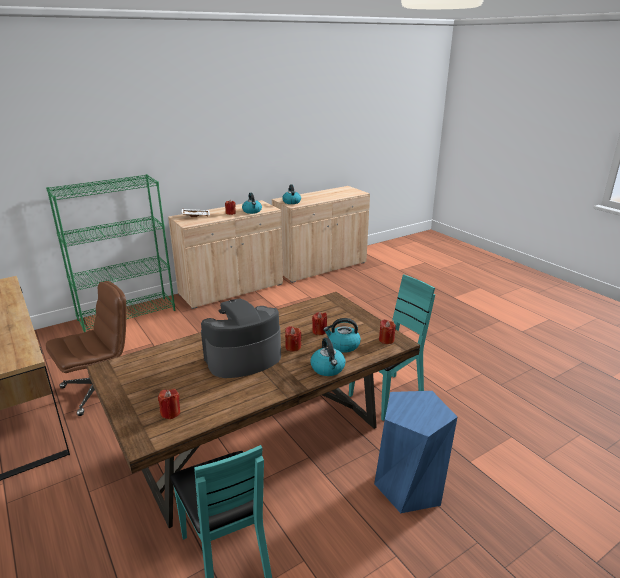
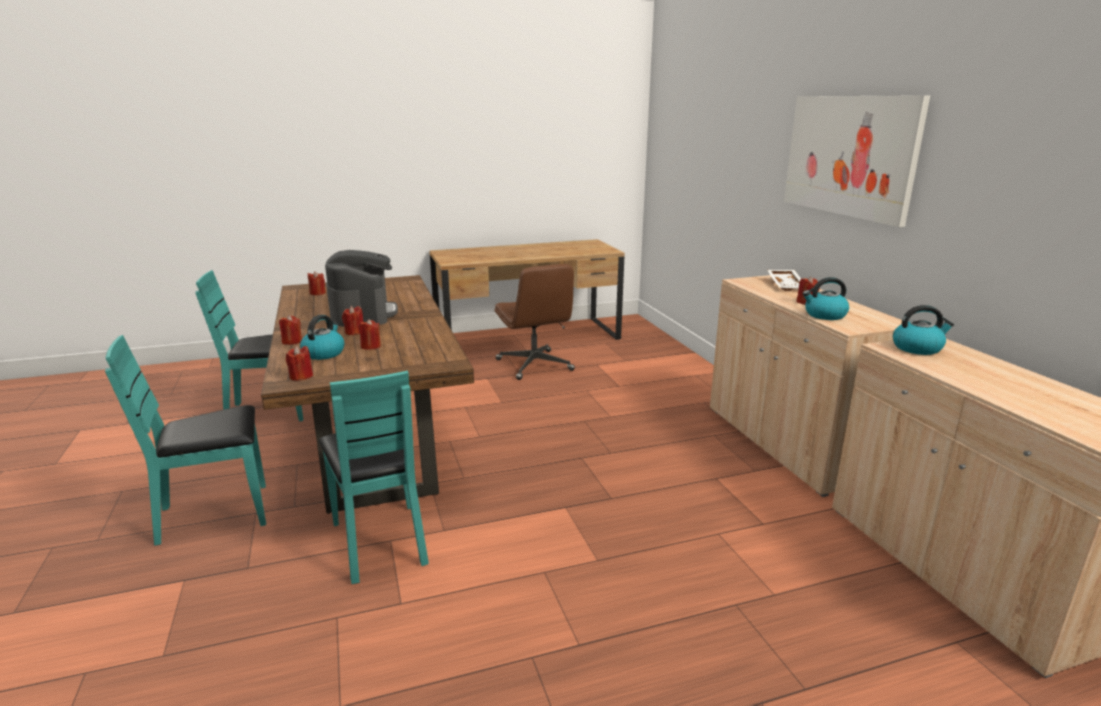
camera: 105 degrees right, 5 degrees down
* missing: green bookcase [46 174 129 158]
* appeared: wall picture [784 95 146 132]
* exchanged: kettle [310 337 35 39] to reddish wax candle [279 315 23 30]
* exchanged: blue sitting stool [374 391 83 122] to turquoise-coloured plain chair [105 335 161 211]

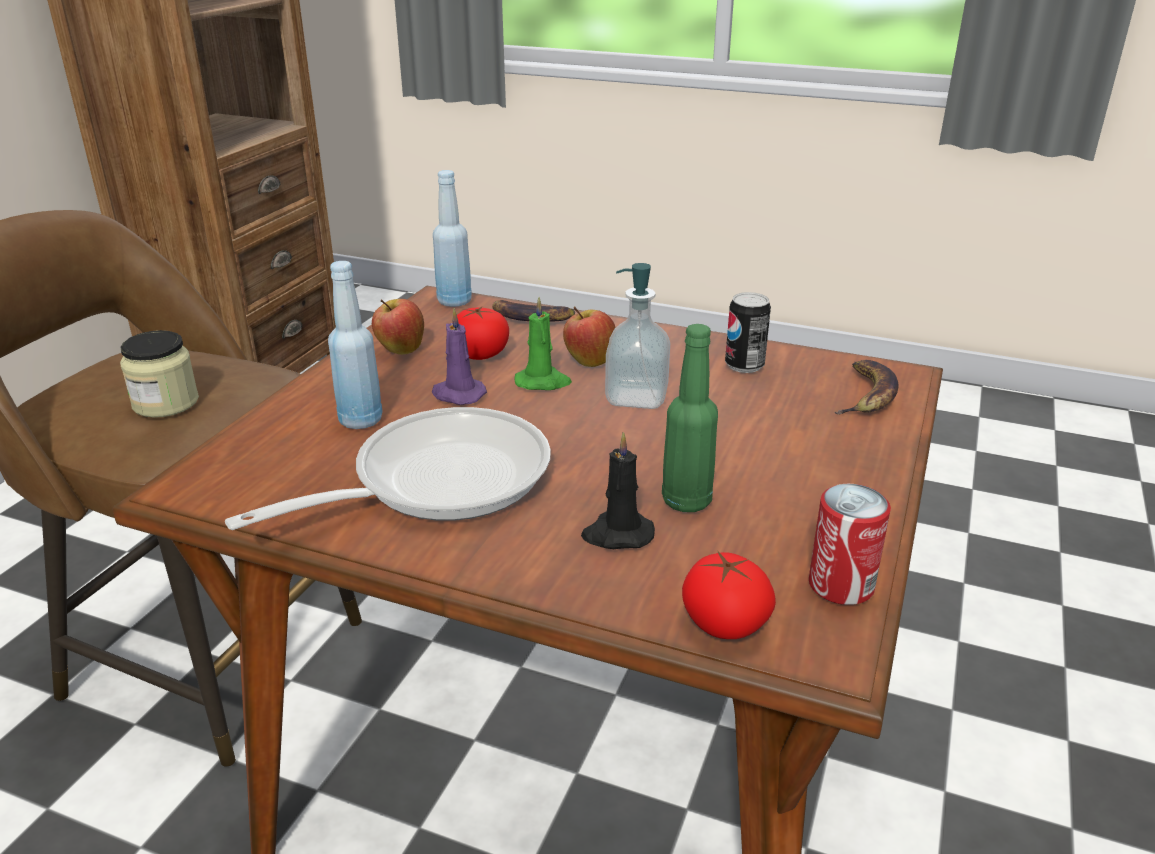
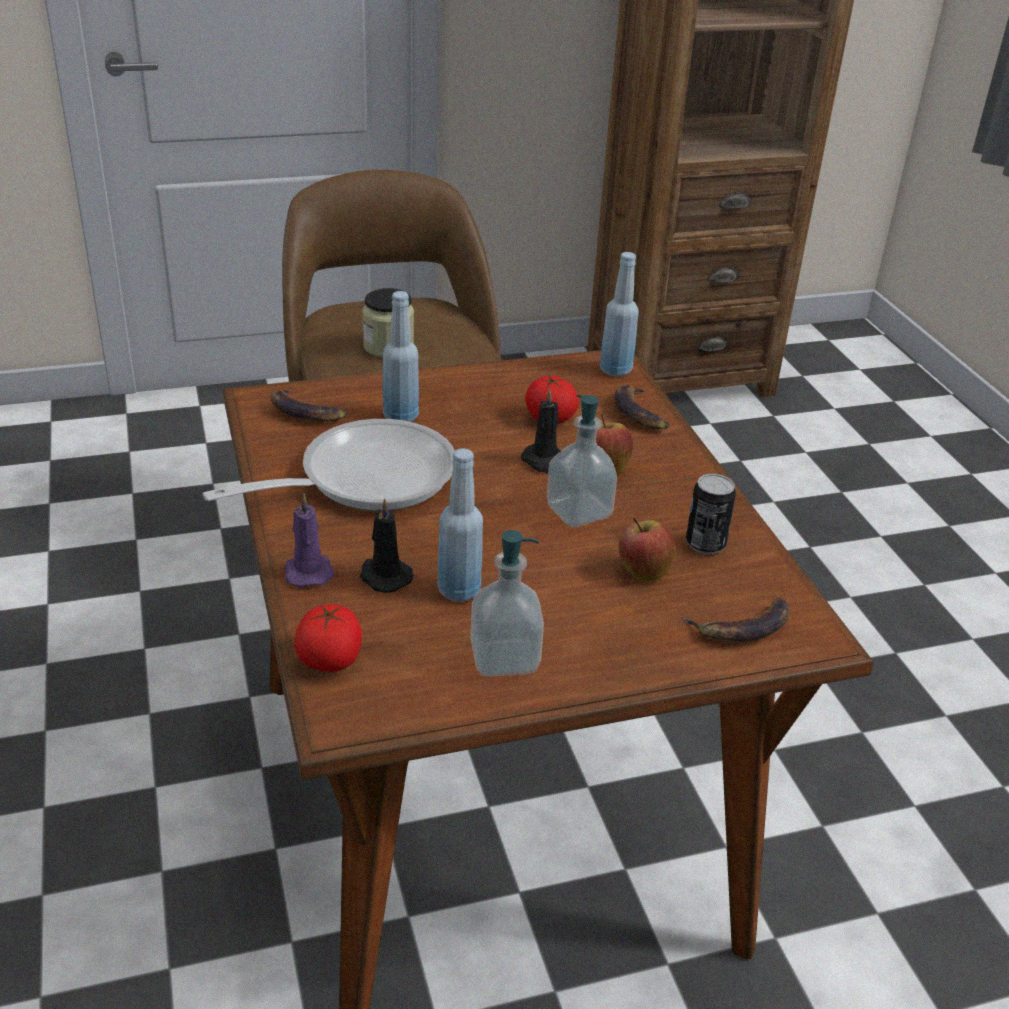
camera: 50 degrees right, 5 degrees up
* missing: sealed can [809 484 82 121]
* appeared: whole banana [270 387 77 35]
* appeared: liquid soap bottle [471 530 73 147]
* relocated: apple fruit [372 299 52 56] to [618 517 58 65]
* relocated: purplish wax candle [432 308 55 97] to [285 493 50 95]
* colour: green wax candle [515 297 57 93] to black-coloured wax candle [521 388 40 85]
* colour: green beverage bottle [662 324 56 188] to blue beverage bottle [437 448 46 154]
* spun: frying pan [225 407 326 123] = [203 419 252 92] 45 degrees counterclockwise

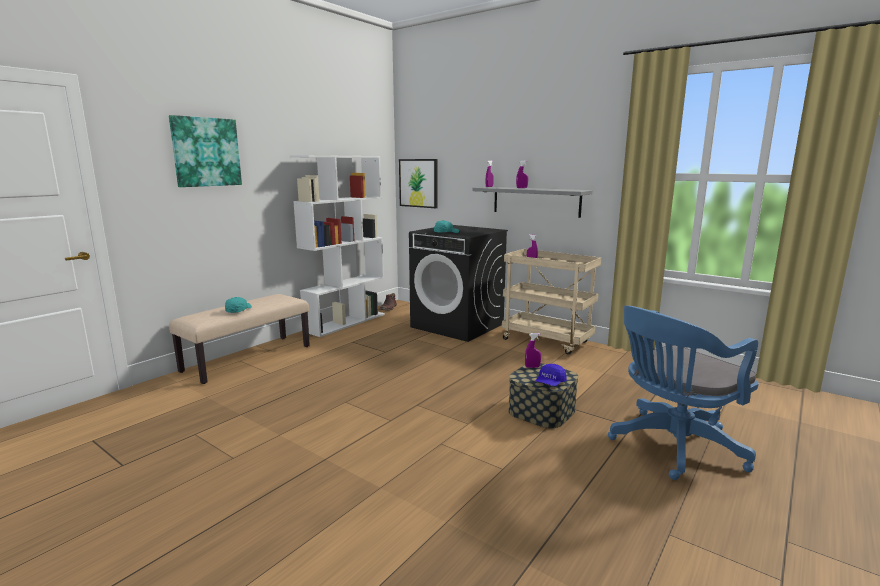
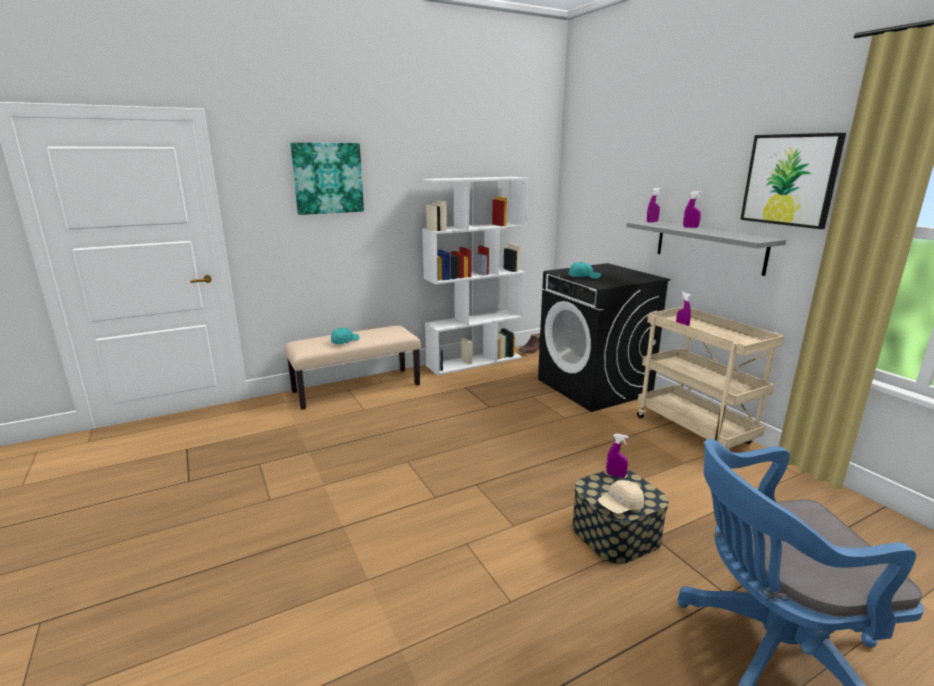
camera: 25 degrees right, 5 degrees up
* relocated: wall picture [399 159 39 49] to [740 133 106 96]
* colour: blue cap [536 364 31 22] to beige-coloured cap [598 480 46 34]

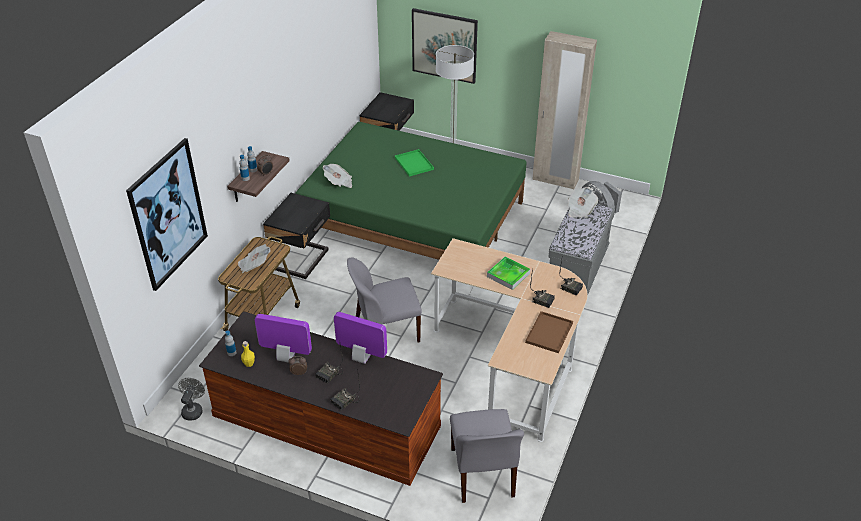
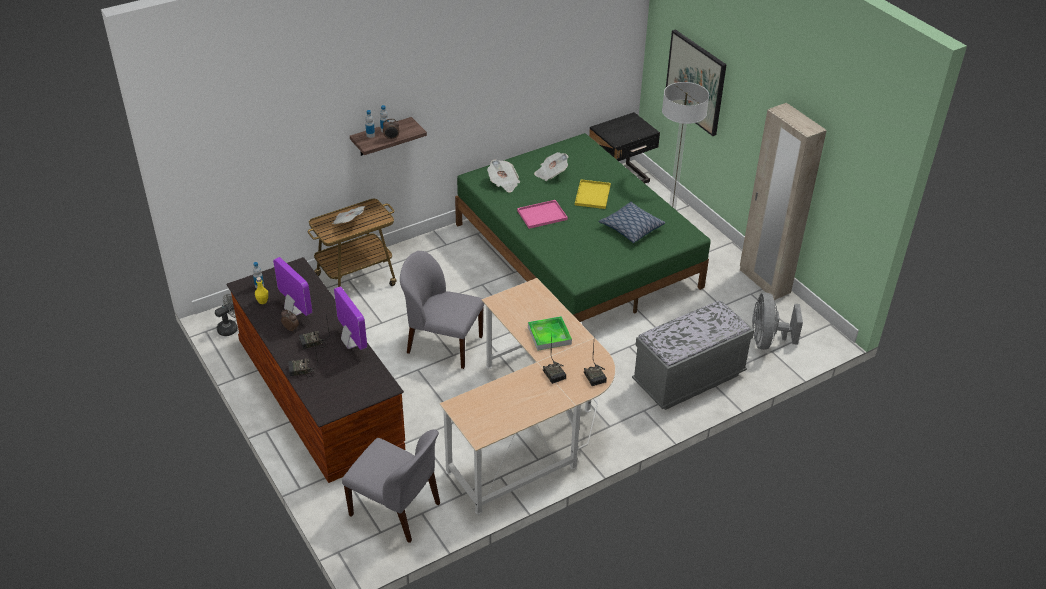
camera: 35 degrees right, 0 degrees up
* missing: wall picture [126 138 82 153]
* missing: black-coloured bedside table [263 193 67 86]
* missing: brown carrying tray [525 311 48 42]
* appeared: pink carrying tray [517 200 51 29]
* appeared: cushion [599 202 66 41]
* relocated: daily paper [567 187 31 31] to [534 152 35 29]
* colour: green carrying tray [395 149 39 27] to yellowish carrying tray [575 179 36 30]
* spun: grey plain chair [450 409 74 94] = [342 429 98 114] 90 degrees counterclockwise

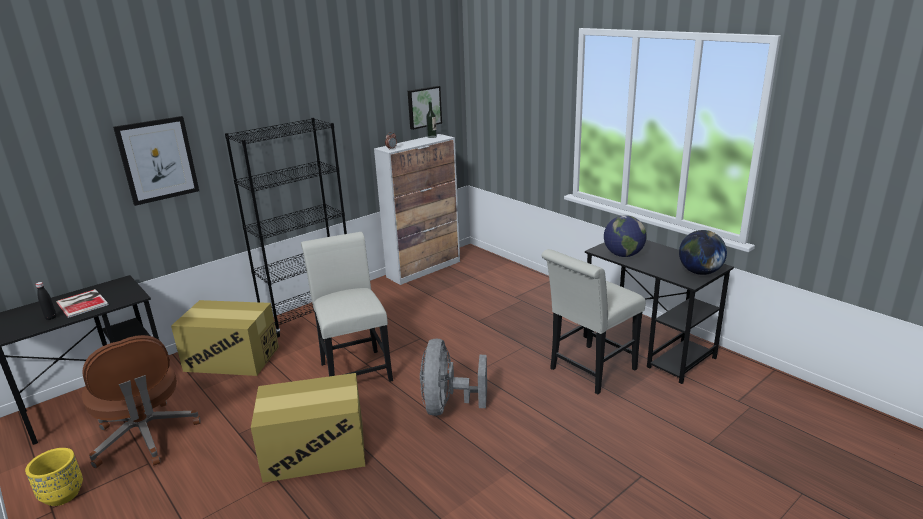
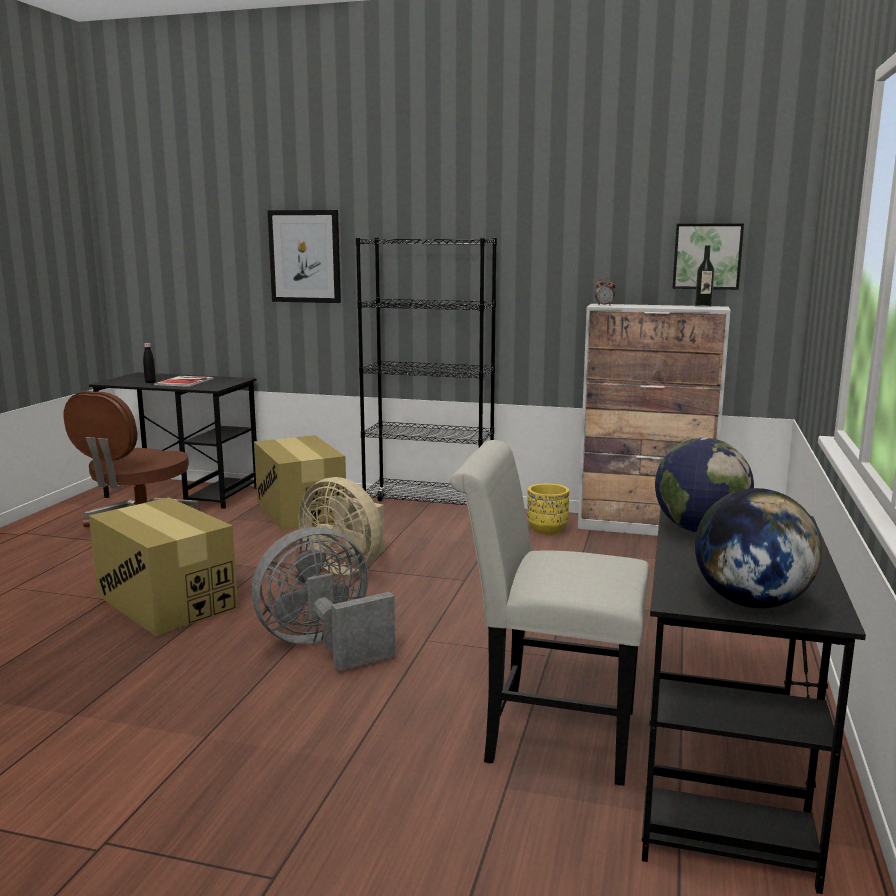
camera: 55 degrees right, 10 degrees down
* relocated: yellowish plant pot [25 448 58 58] to [527 483 42 52]
* exchanged: whitish plain chair [301 232 92 150] to beige-coloured electric fan [299 477 86 98]

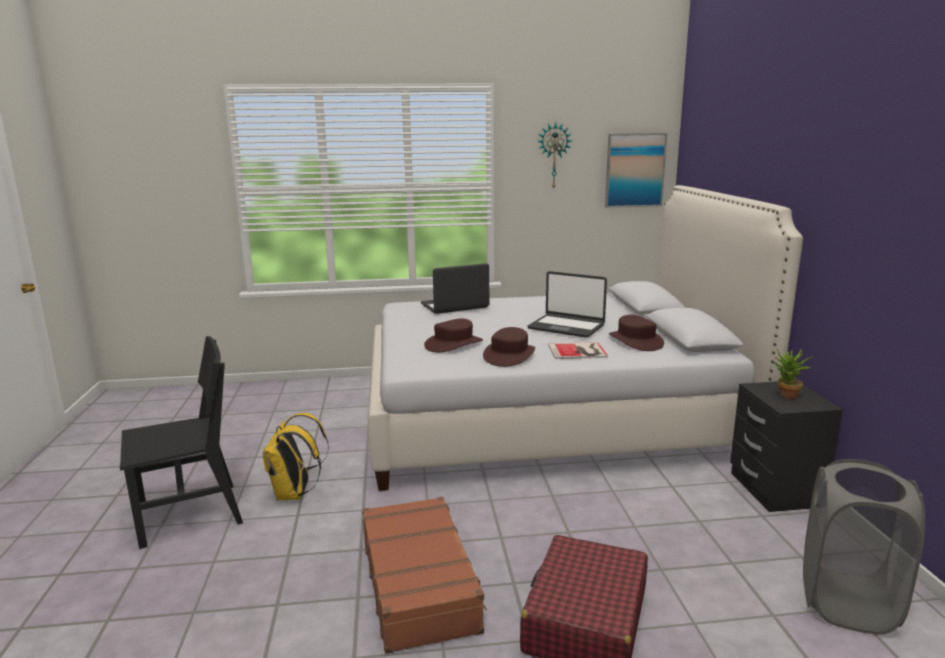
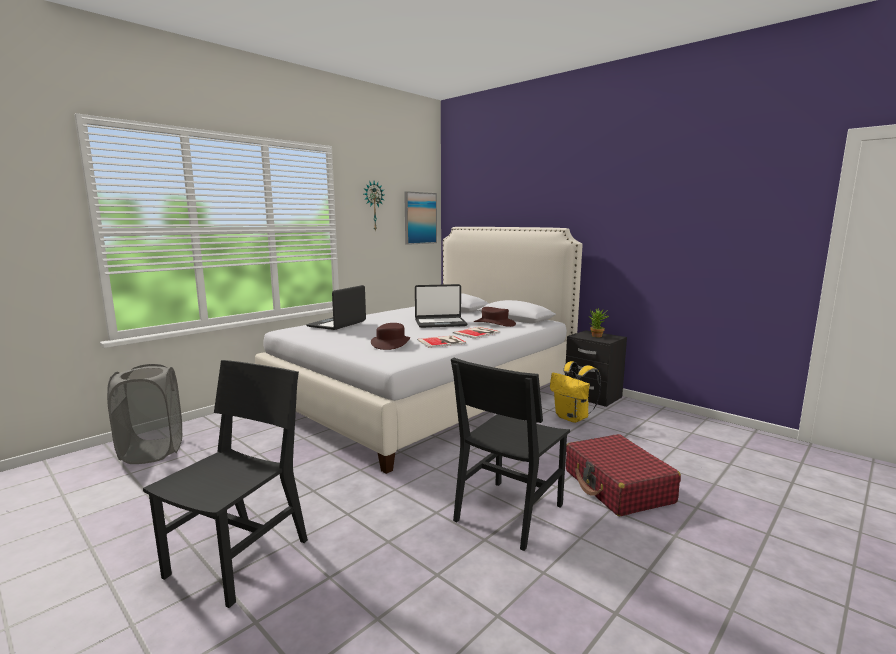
camera: 40 degrees left, 5 degrees down
* relocated: yellowish rucksack [263 413 66 87] to [550 361 51 62]
* relocated: grey laundry basket [803 459 122 176] to [107 364 75 100]
* exchanged: brown travel case [362 497 125 157] to black-coloured plain chair [451 358 119 193]
* exchanged: brown clothing hat [483 327 52 40] to volume [417 335 49 13]

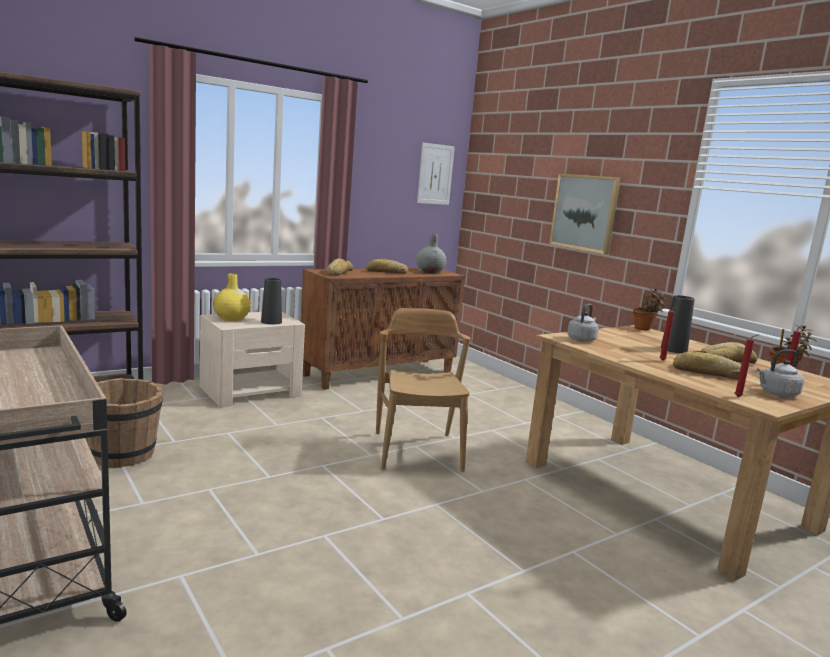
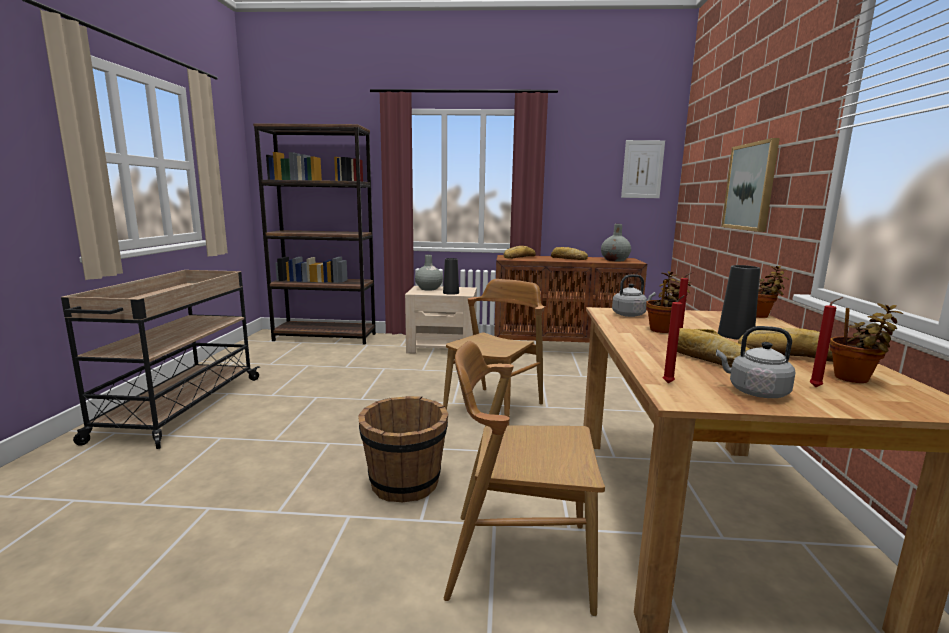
camera: 40 degrees right, 0 degrees up
* appeared: brown plain chair [444 341 161 275]
* appeared: plant in a pot [646 271 46 62]
* relocated: brown bucket [86 378 78 90] to [358 396 90 106]
* colour: yellowish flower vase [213 273 38 48] to grey flower vase [415 255 28 36]

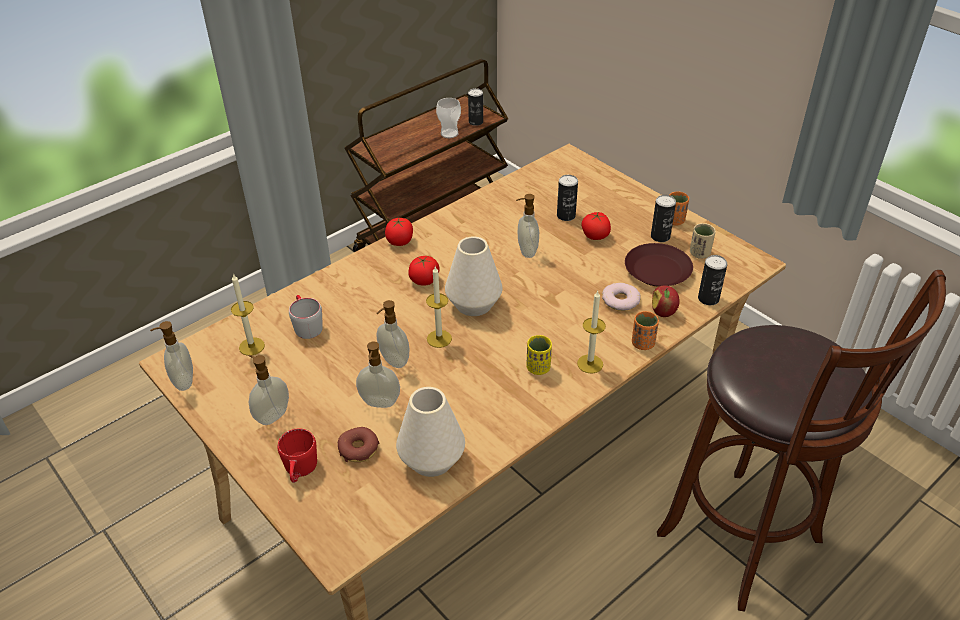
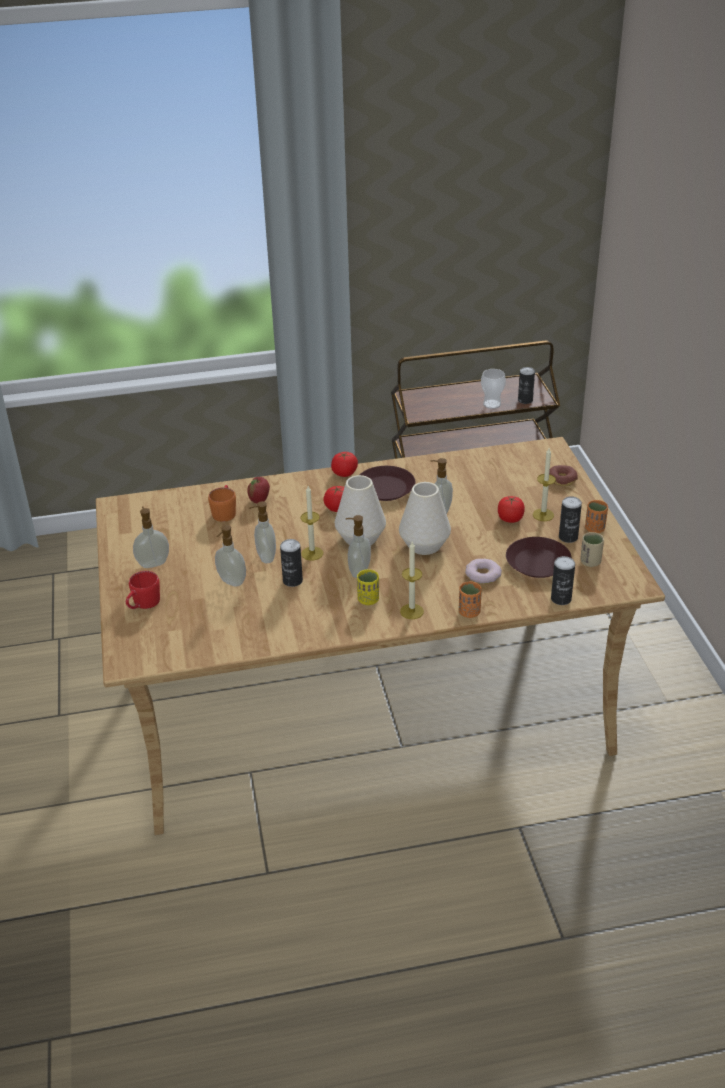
camera: 30 degrees right, 5 degrees down
* missing: brown sitting stool [657 270 289 342]
* appeared: brown dinner plate [360 466 55 35]
* relocated: liquid soap bottle [150 321 43 70] to [346 515 25 63]
* relocated: wax candle [231 273 34 83] to [533 448 23 73]
* relocated: doughnut [338 427 41 35] to [549 465 29 21]
* relocated: whitish flower vase [396 387 69 90] to [399 482 52 73]
* relocated: sealed can [557 175 21 46] to [280 539 23 48]
* relocated: apple fruit [652 285 28 32] to [247 477 23 26]
* colour: grey tea mug [289 295 34 44] to orange tea mug [208 485 28 37]

